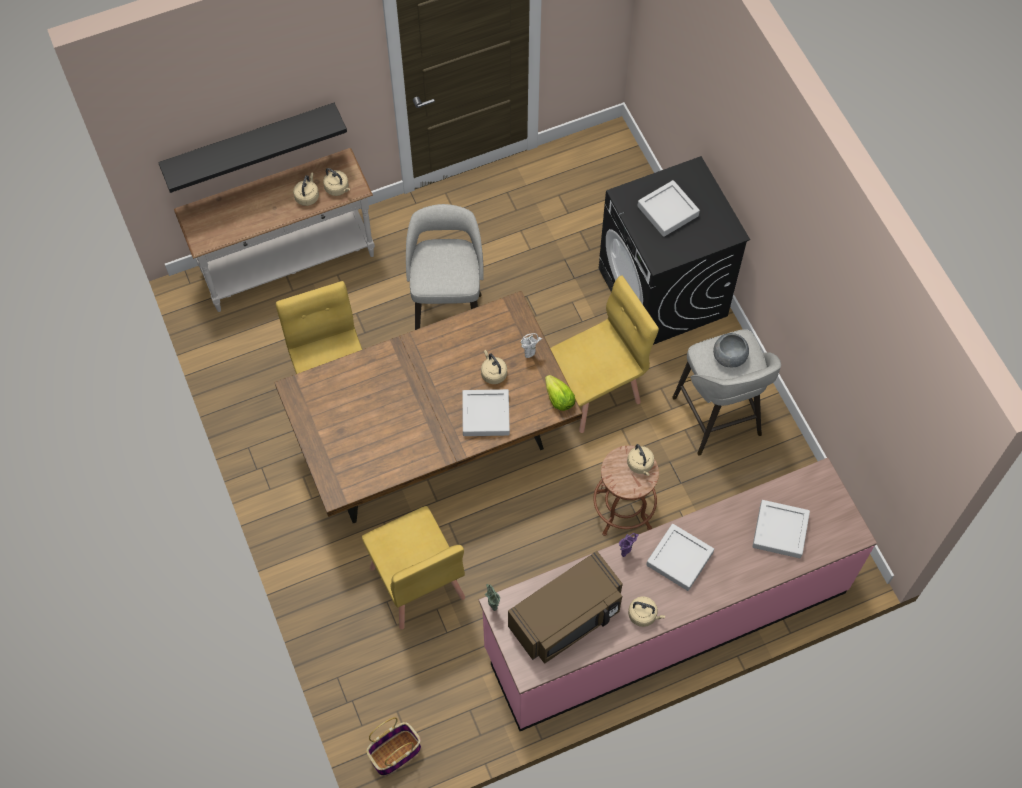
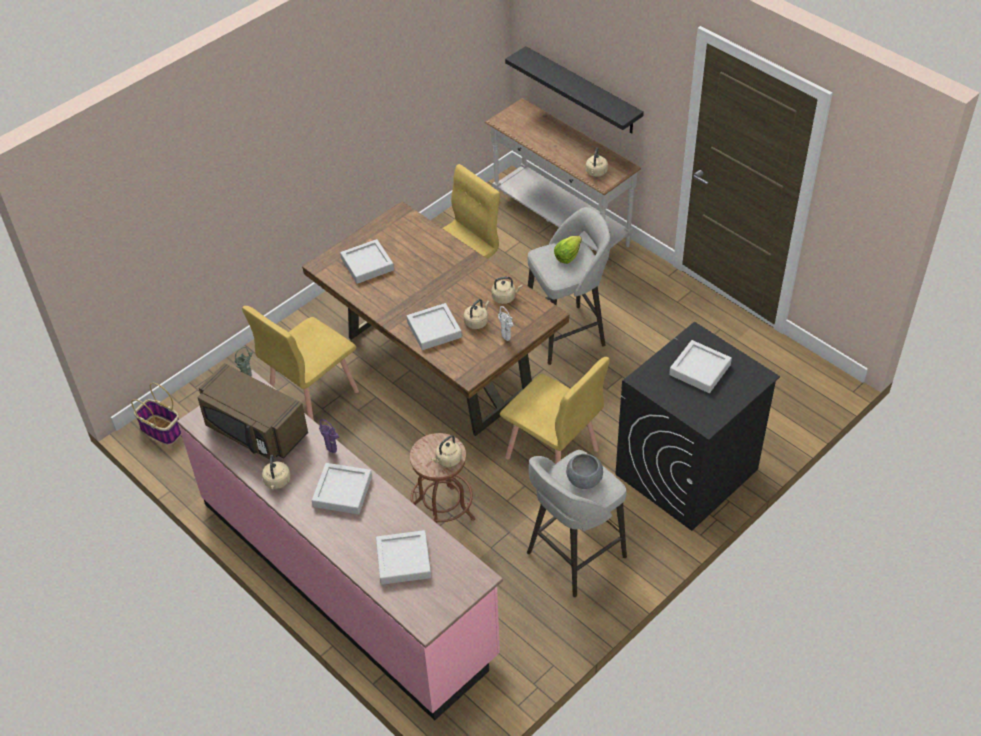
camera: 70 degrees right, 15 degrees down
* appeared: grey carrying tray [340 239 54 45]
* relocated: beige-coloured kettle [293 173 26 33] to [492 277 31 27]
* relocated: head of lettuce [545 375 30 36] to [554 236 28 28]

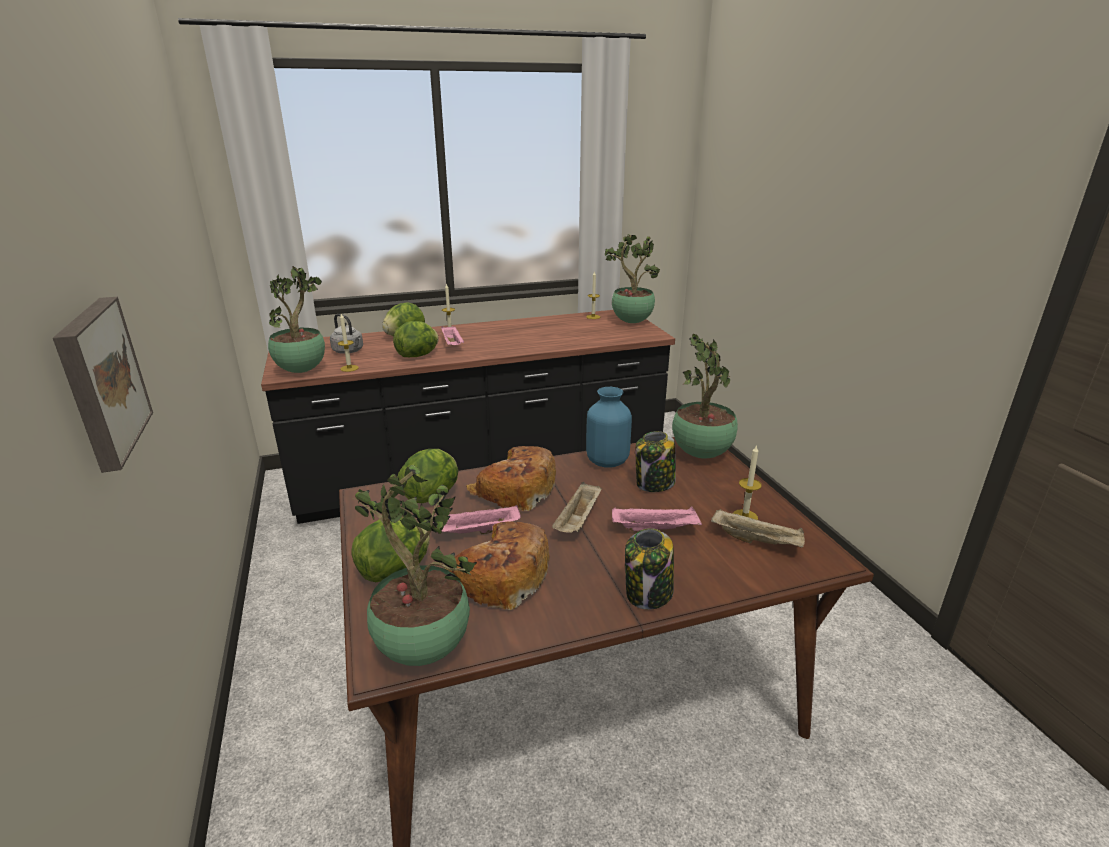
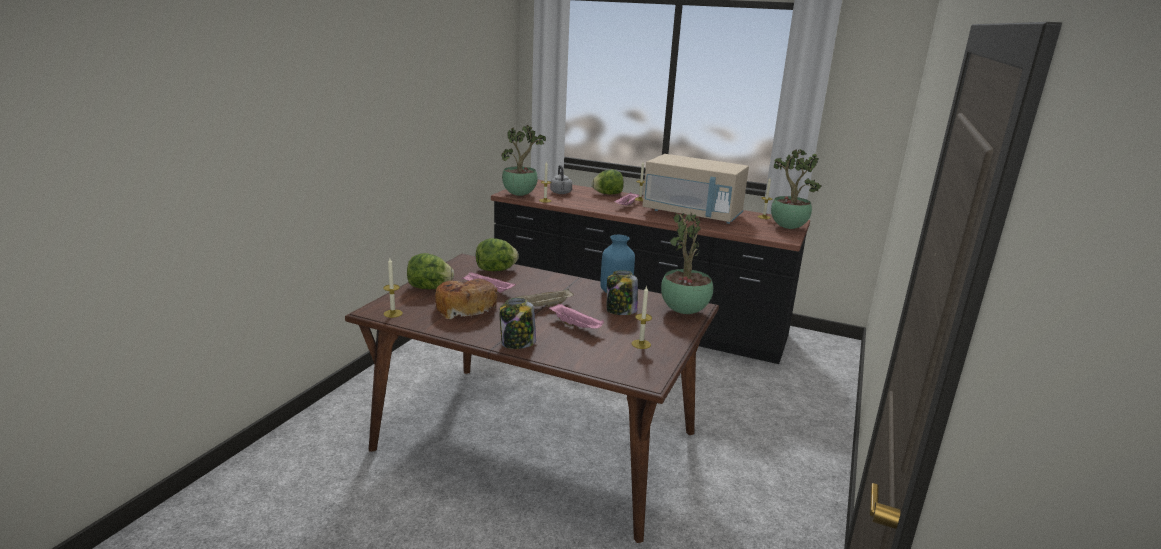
camera: 40 degrees right, 5 degrees down
* missing: wall picture [53 297 100 176]
* missing: head of lettuce [393 321 46 36]
* missing: baked bread [466 446 90 65]
* missing: beige-coloured carrying tray [711 509 94 39]
* appeared: beige-coloured kitchen microwave [642 154 107 70]
* exchanged: plant in a pot [353 465 124 201] to wax candle [383 258 20 60]

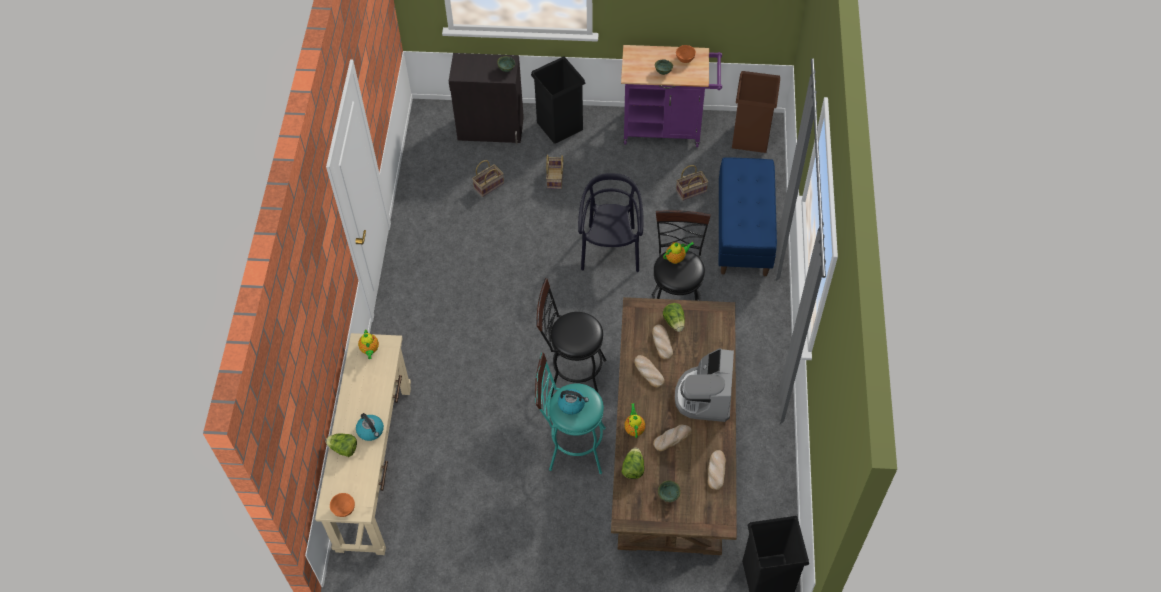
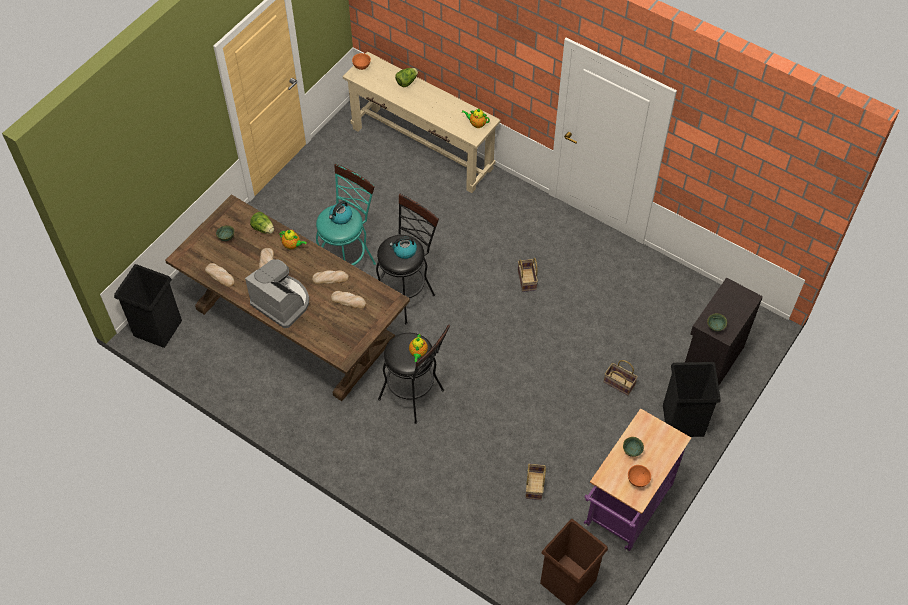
camera: 120 degrees right, 0 degrees up
* missing: black-coloured plain chair [578 173 66 99]
* missing: head of lettuce [663 303 22 29]
* missing: blue indoor bench [719 158 58 118]
* relocated: kettle [356 413 28 28] to [390 237 27 22]
* relocated: storage basket [472 160 32 37] to [518 258 20 34]

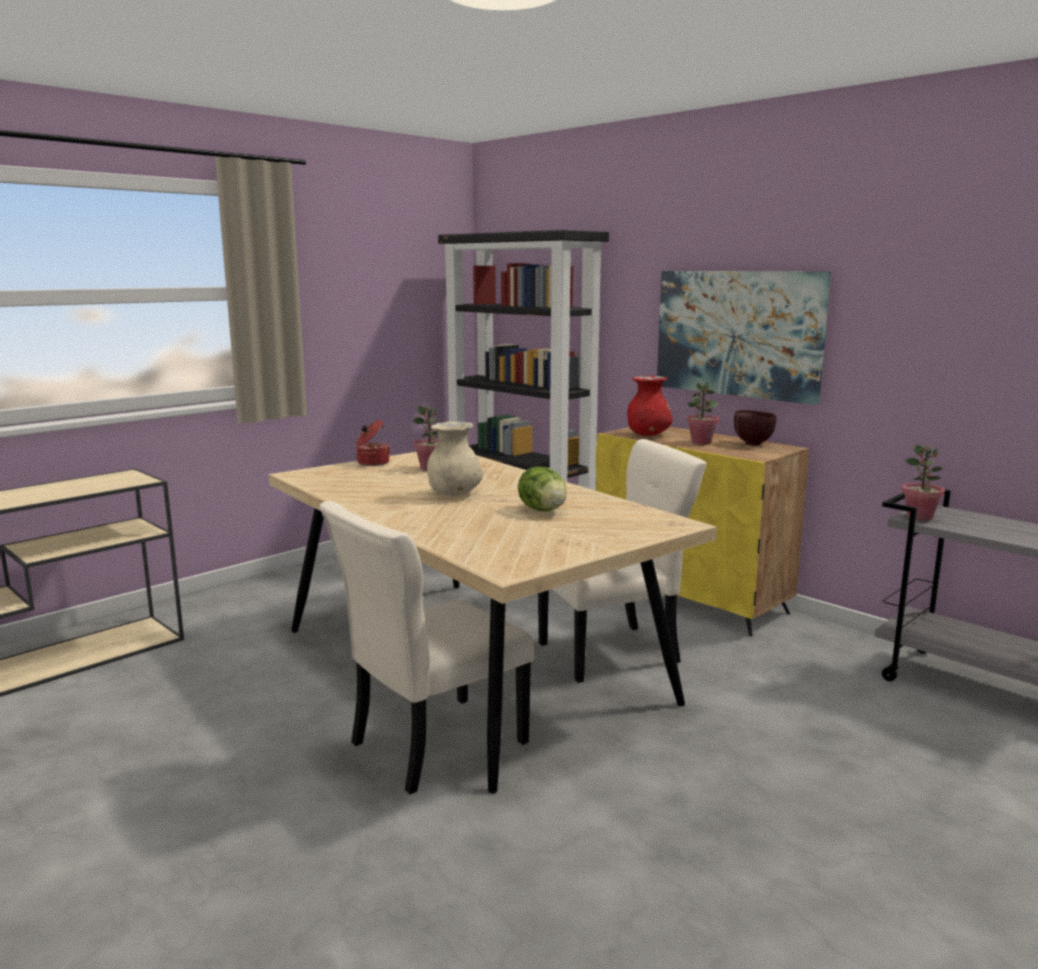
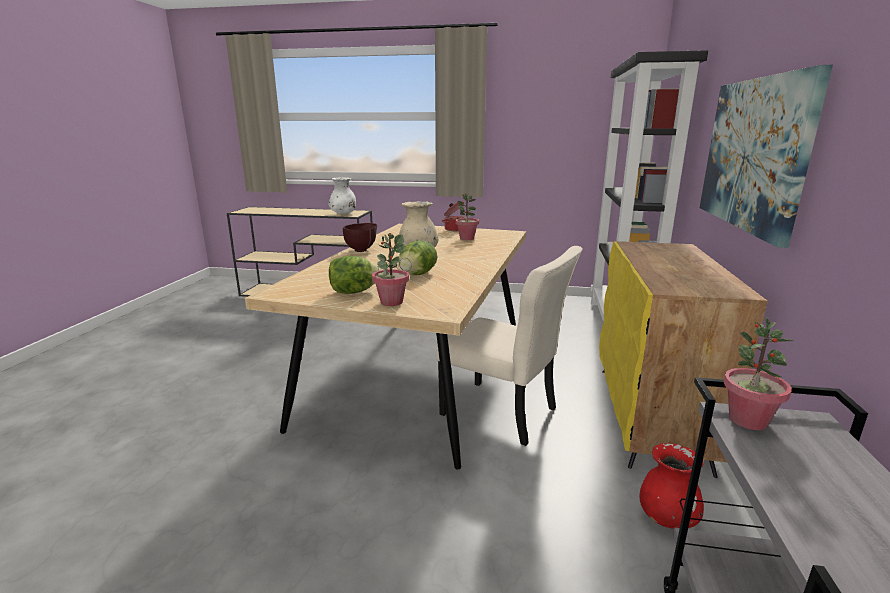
camera: 55 degrees right, 5 degrees up
* missing: beige-coloured plain chair [319 501 215 294]
* appeared: whitish flower vase [328 177 28 37]
* appeared: head of lettuce [329 256 51 38]
* relocated: reddish flower vase [627 376 46 60] to [639 443 65 86]
* relocated: plant in a pot [686 382 33 63] to [372 233 37 73]
* relocated: brown bowl [734 410 42 36] to [343 223 34 29]

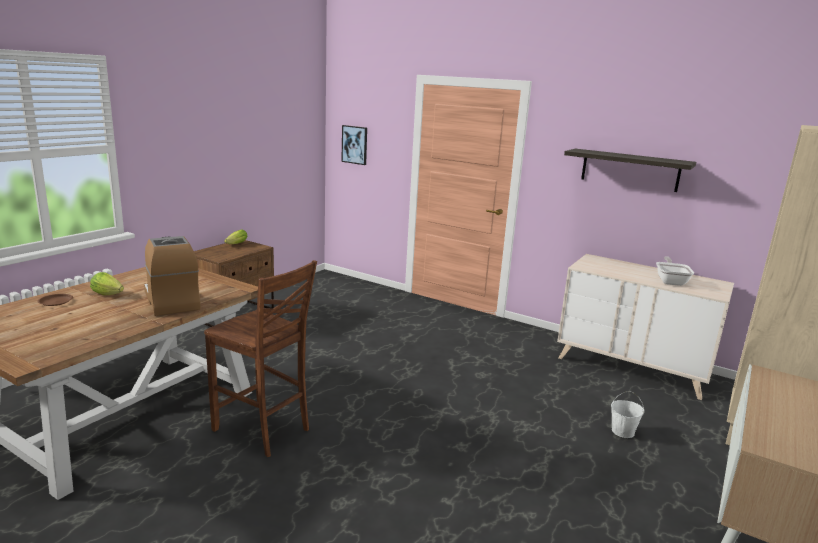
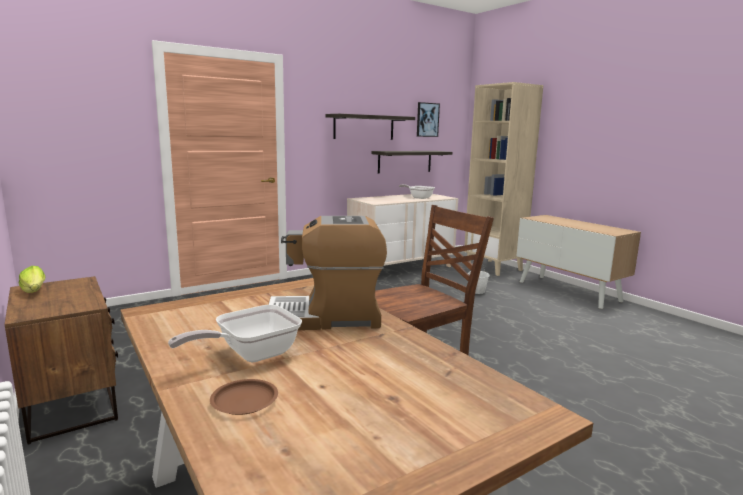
camera: 65 degrees left, 5 degrees down
* appeared: bracket shelf [371 151 81 23]
* relocated: wall picture [341 125 26 40] to [417 102 23 35]
* exchanged: head of lettuce [90 272 34 23] to frying pan [168 305 134 57]

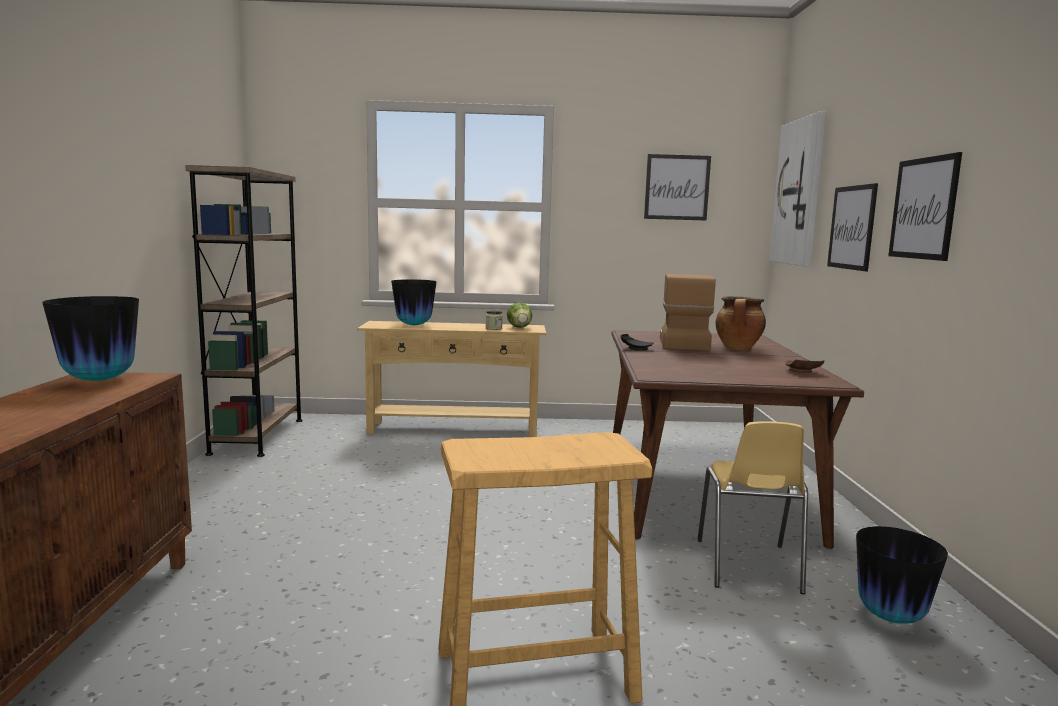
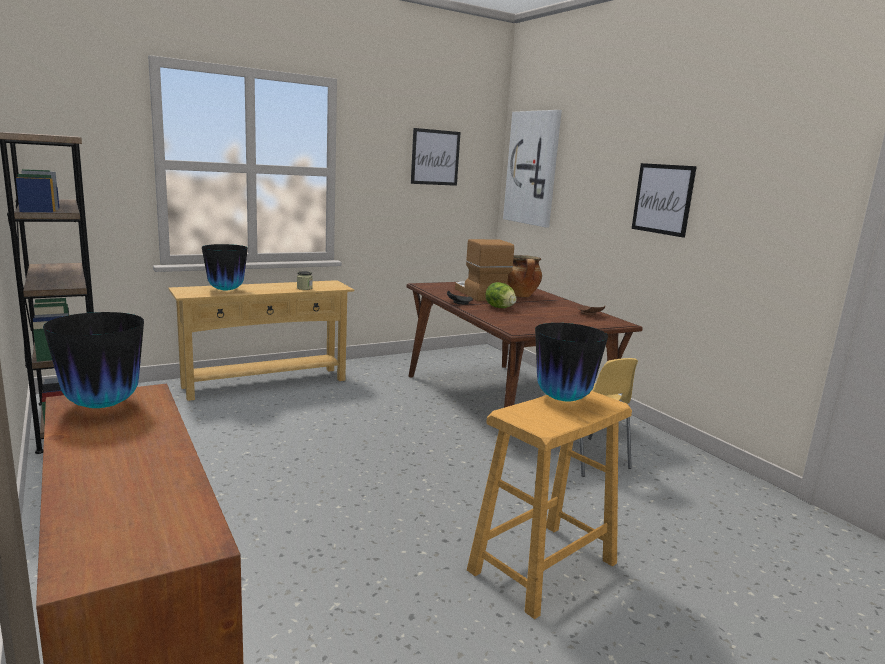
camera: 30 degrees left, 5 degrees up
* missing: wall picture [827 183 51 88]
* relocated: head of lettuce [507 302 25 26] to [485 282 32 26]
* relocated: flower vase [856 526 92 98] to [535 323 73 78]

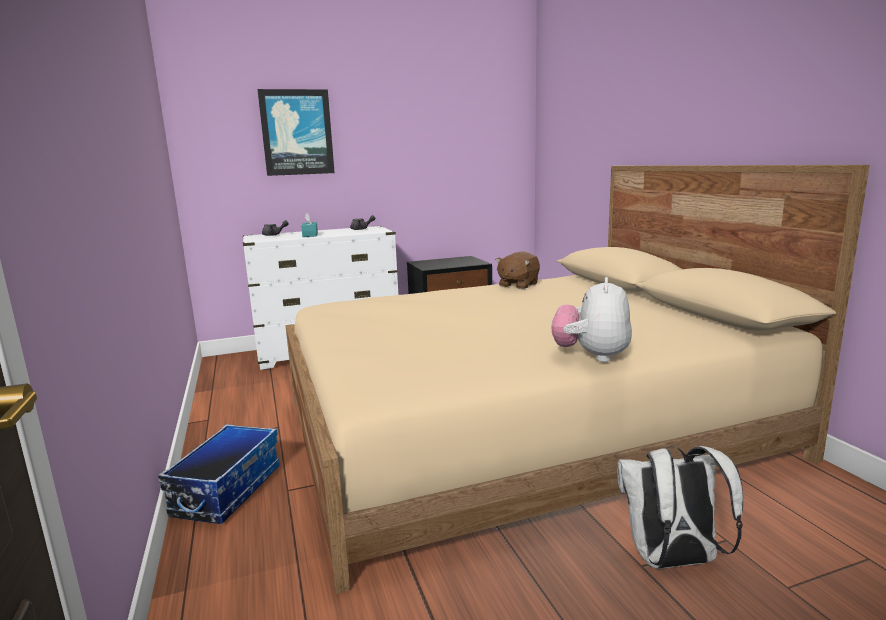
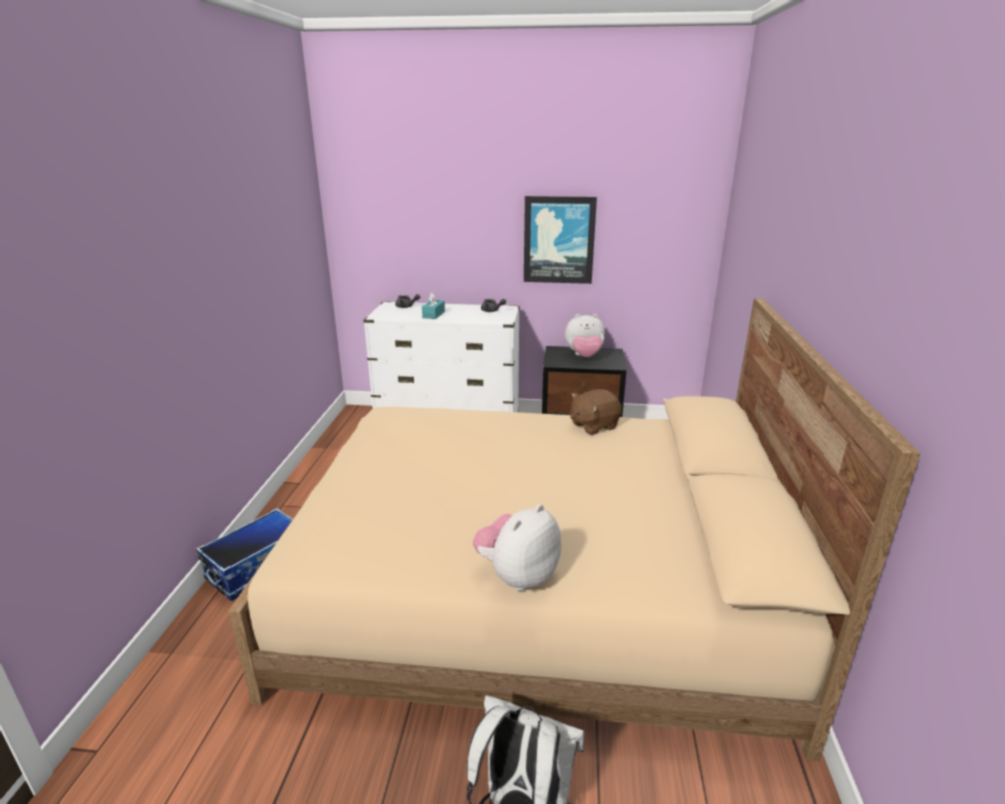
camera: 25 degrees right, 10 degrees up
* appeared: cuddly toy [565 314 40 43]
* relocated: wall picture [257 89 78 87] to [524 196 73 88]

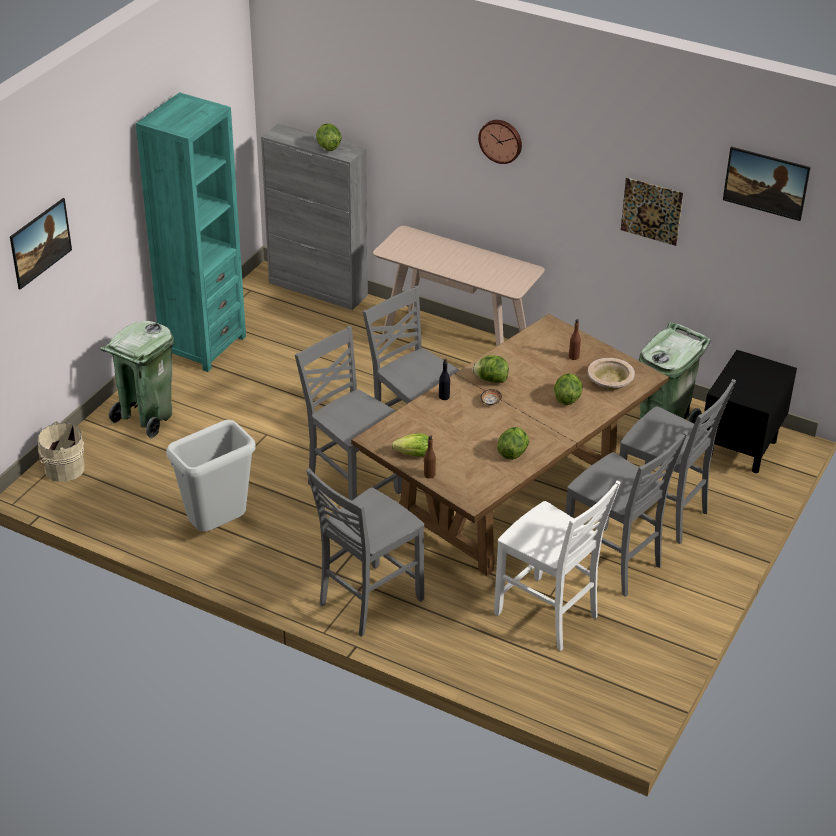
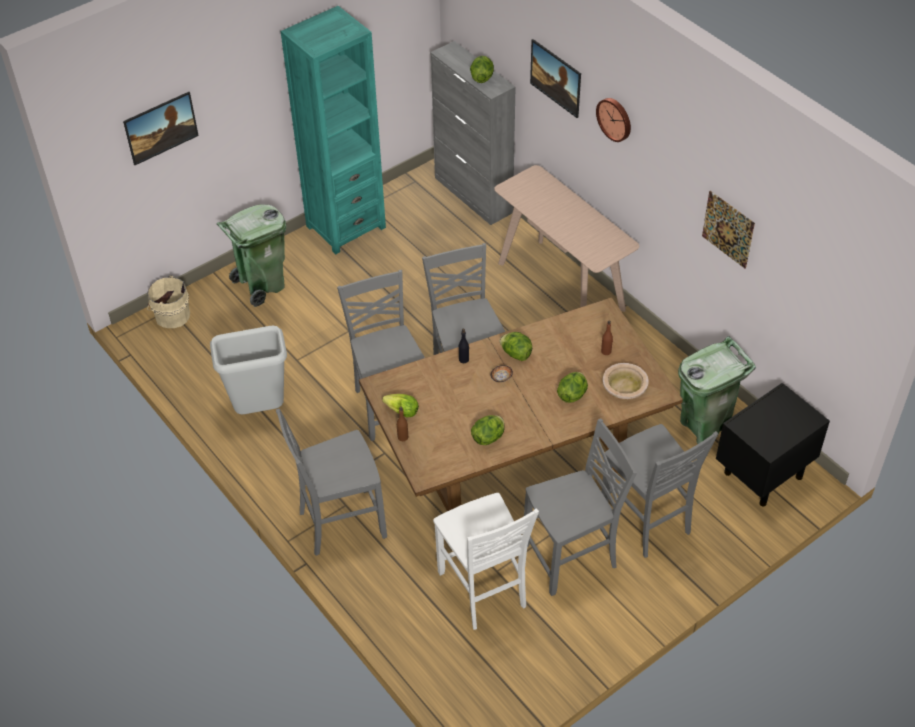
camera: 25 degrees right, 10 degrees up
* relocated: wall picture [723 147 88 74] to [530 39 51 79]
* spun: grey plain chair [565 431 123 166] = [524 418 113 178] 90 degrees counterclockwise

